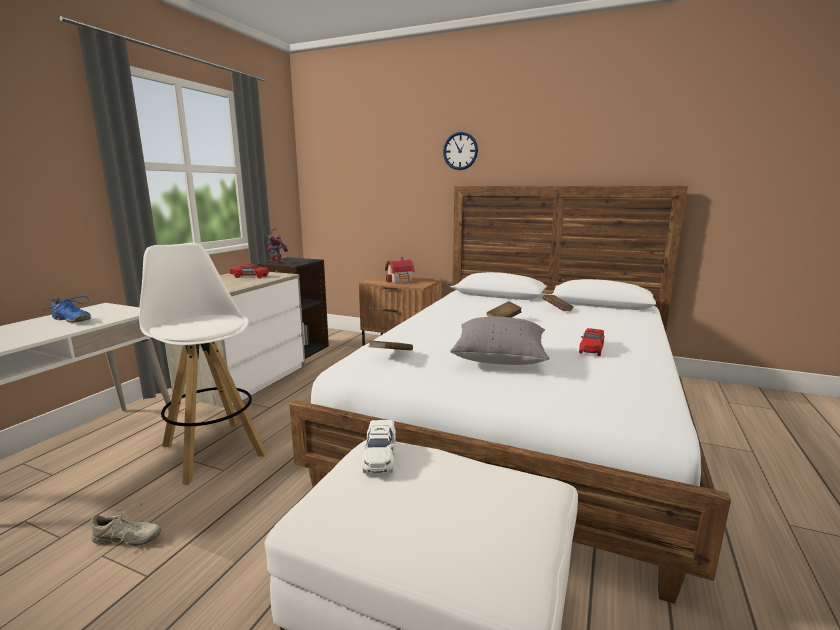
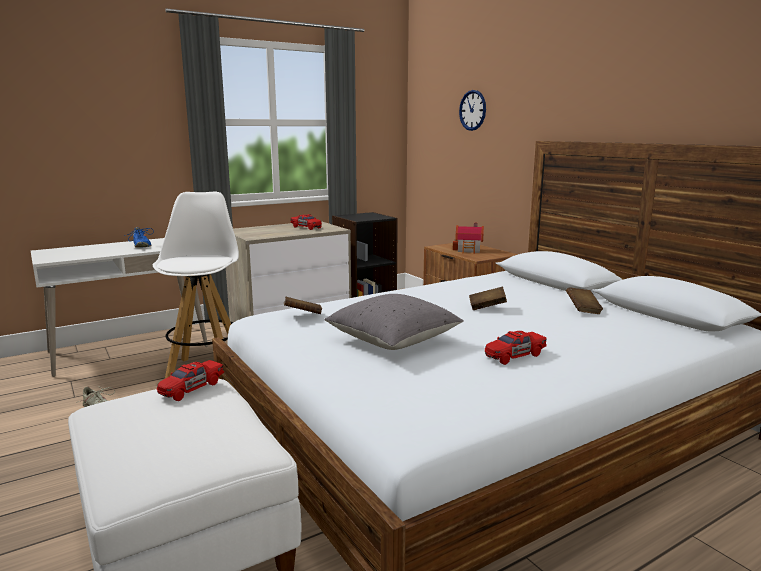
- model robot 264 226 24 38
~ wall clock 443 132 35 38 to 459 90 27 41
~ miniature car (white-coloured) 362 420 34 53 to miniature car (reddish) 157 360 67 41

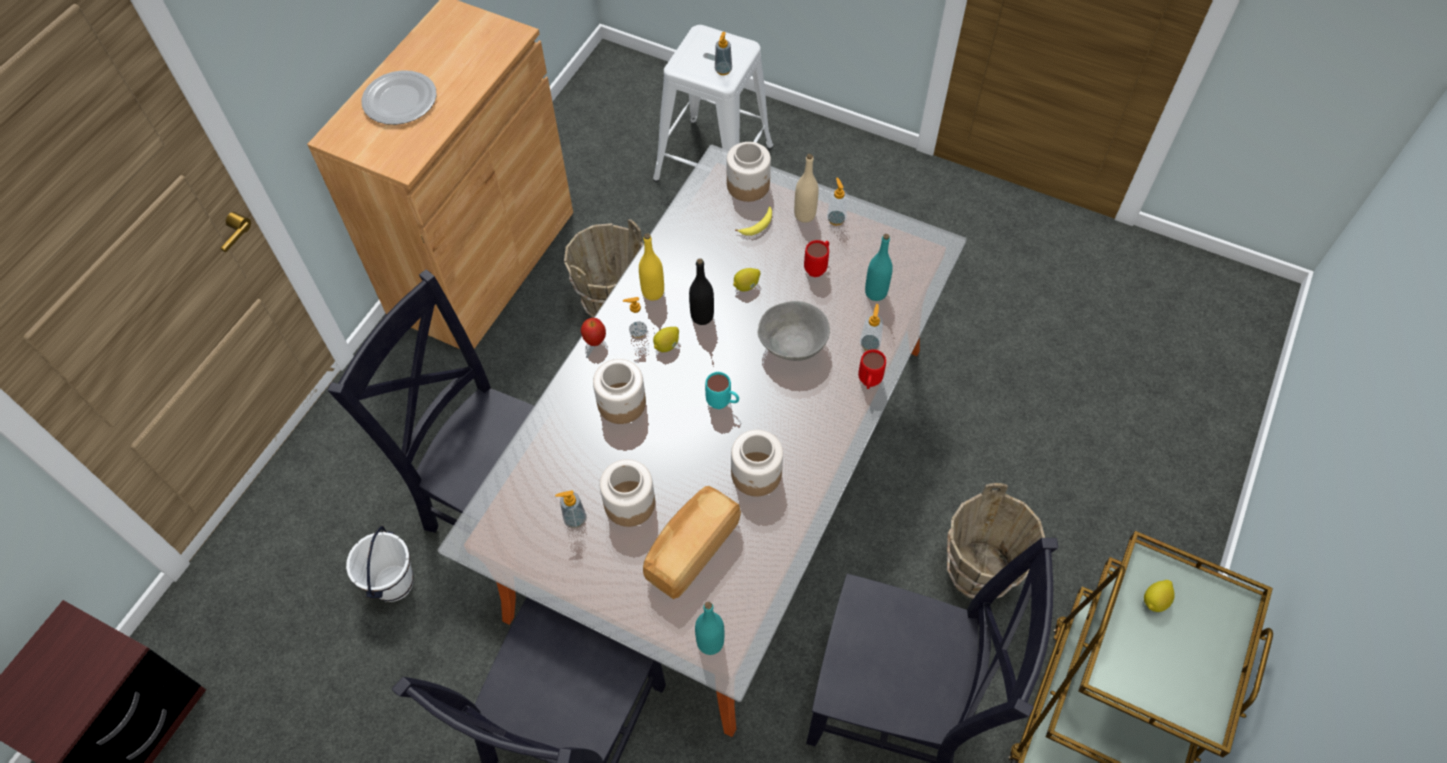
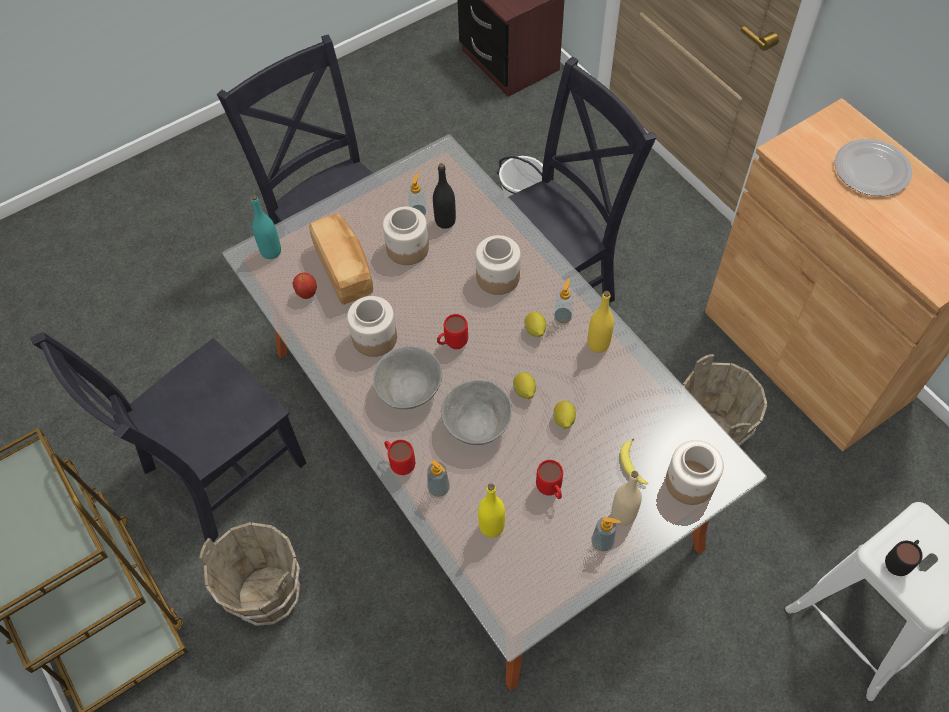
+ deep dish (greyish) 373 346 69 63
~ apple fruit 581 318 25 28 to 292 273 25 26
~ drink bottle (blackish) 689 258 25 67 to 433 163 23 66
~ whole lemon 1144 580 31 32 to 513 373 23 26
~ soap bottle 715 32 17 43 to coffee mug (blackish) 885 540 38 36
~ coffee mug (turquoise-coloured) 705 372 34 37 to coffee mug (reddish) 437 314 31 35
~ drink bottle (turquoise-coloured) 865 234 28 67 to drink bottle (yellow) 478 484 27 54

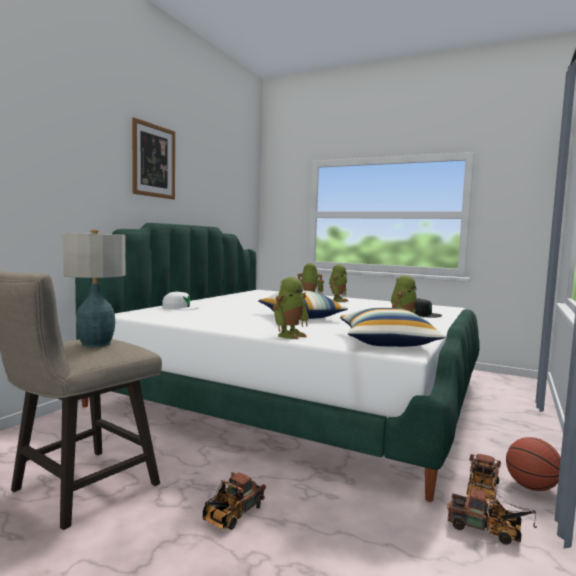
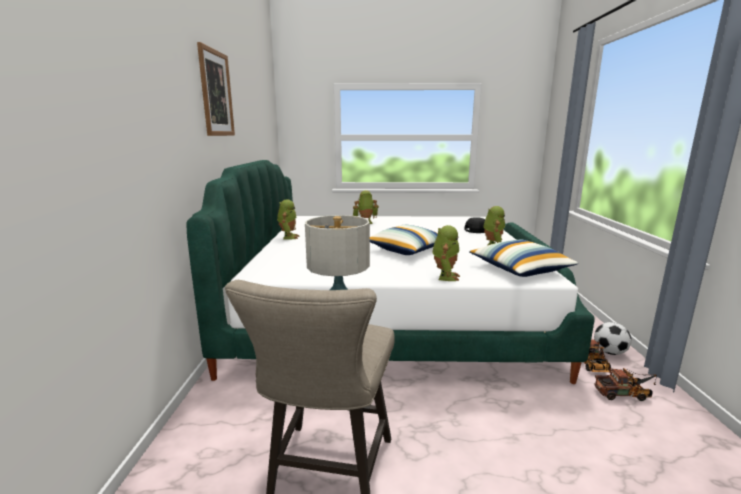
- cap (white-coloured) 162 291 38 19
- model truck 202 473 64 57
~ model robot 329 264 19 38 to 277 199 22 40
~ basketball ball 506 437 55 54 to football ball 594 322 38 33

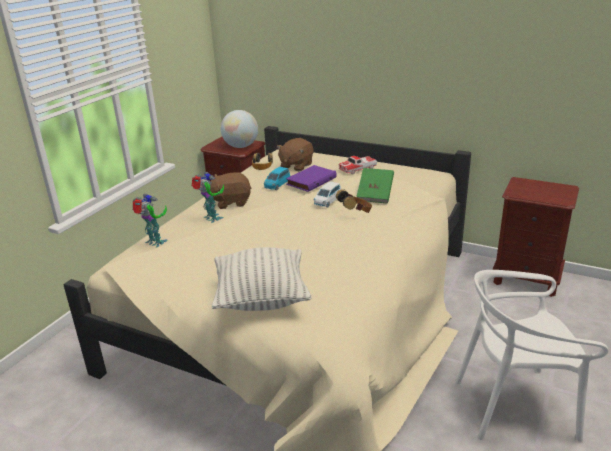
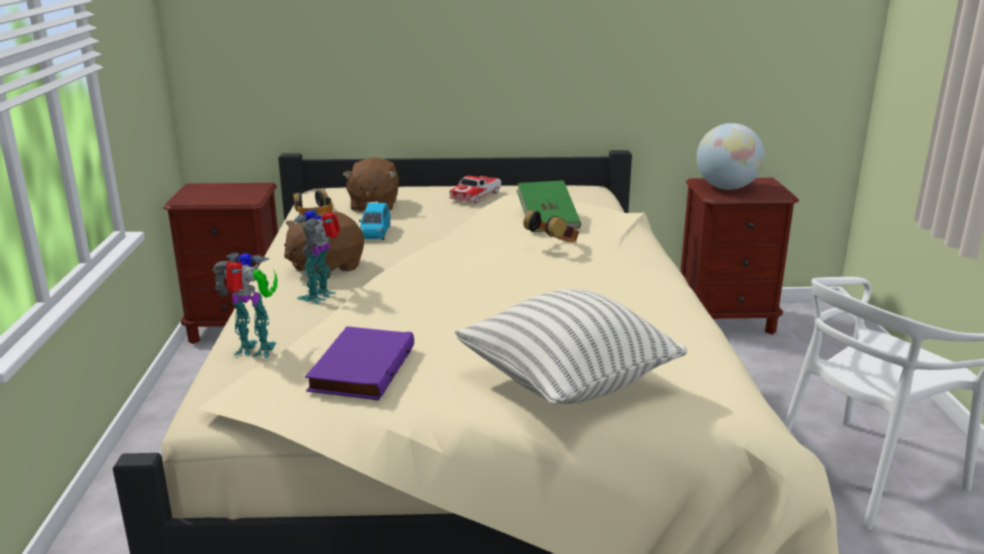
- miniature car (white-coloured) 314 181 27 27
~ desk globe 221 110 37 38 to 697 123 68 67
~ bound book (purplish) 286 165 51 27 to 305 326 109 75
~ model robot 192 172 32 51 = 293 208 48 97 90 degrees counterclockwise

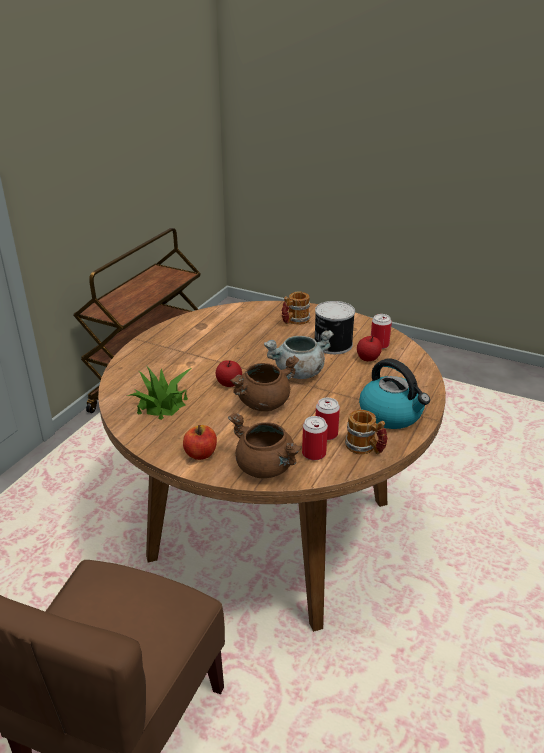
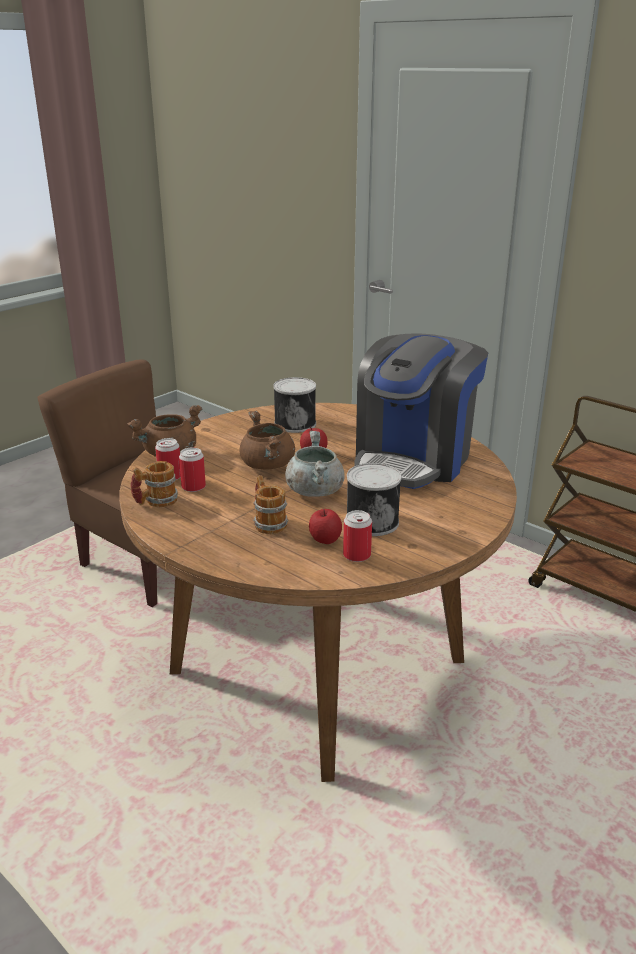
- apple fruit 183 425 34 35
- kettle 359 359 71 70
+ coffee machine 354 333 134 156
~ coffee mug 282 291 28 34 to 253 475 36 59
~ plant in a pot 127 367 64 53 to can 273 377 43 56

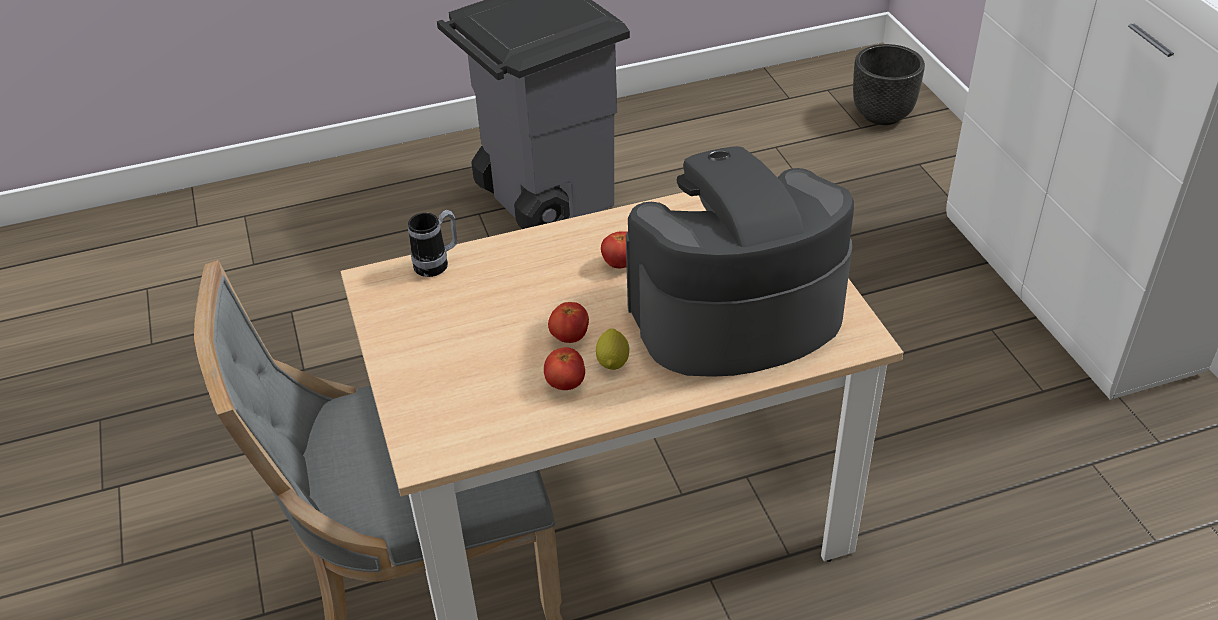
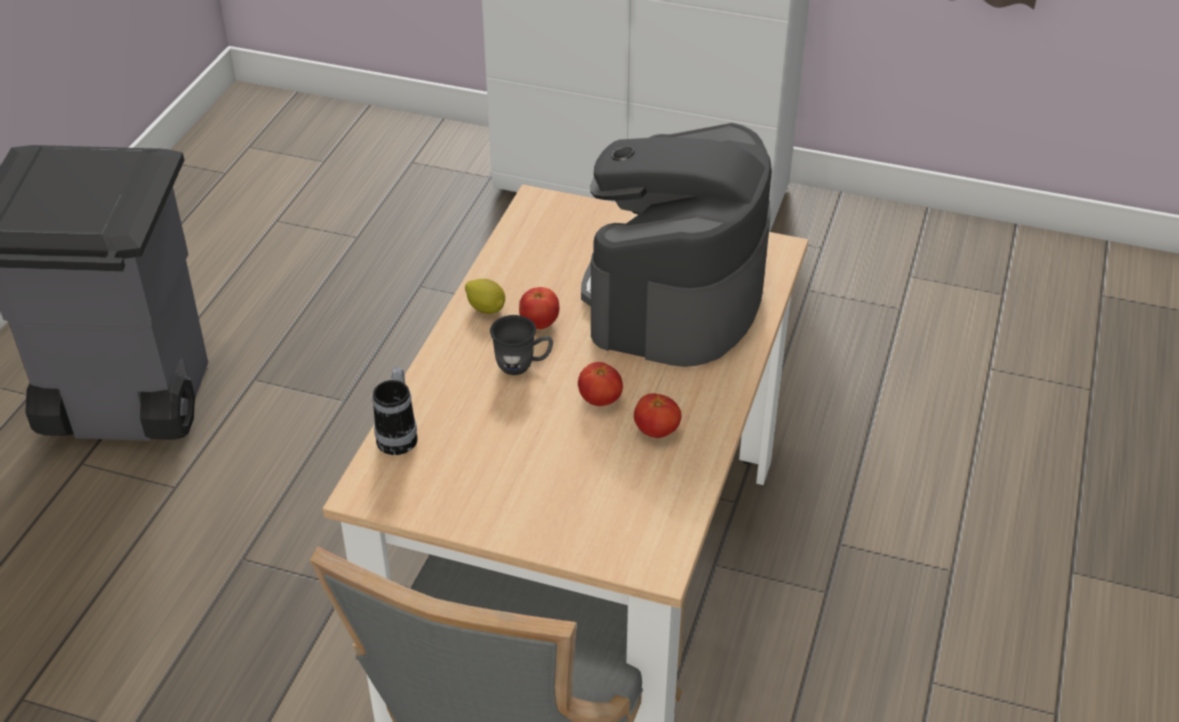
- flower pot (blackish) 853 44 72 81
+ coffee mug (greyish) 490 315 63 60
~ whole lemon 596 328 34 42 to 465 279 40 35

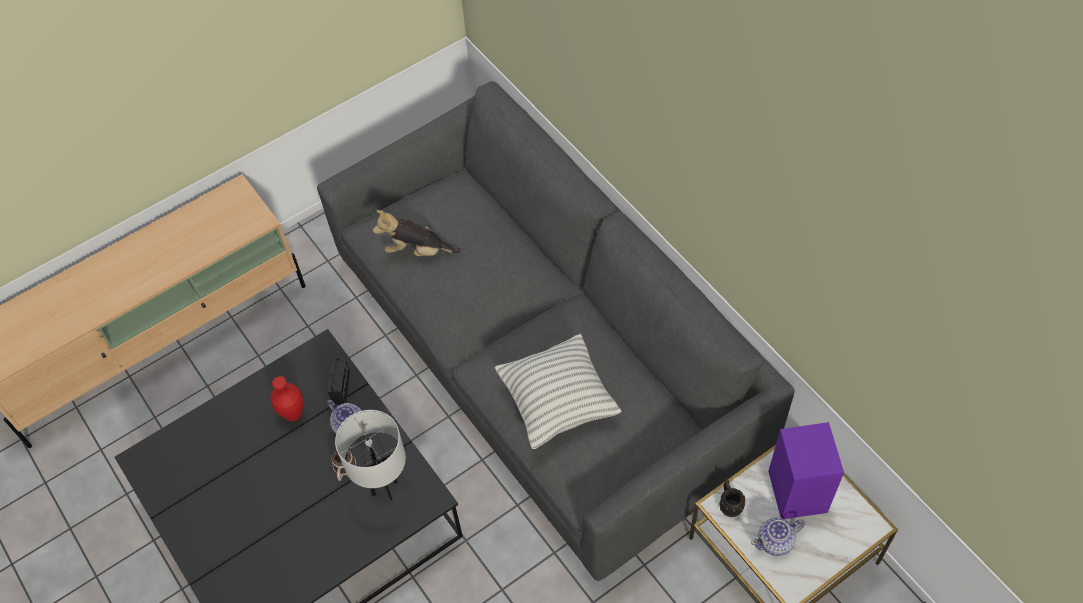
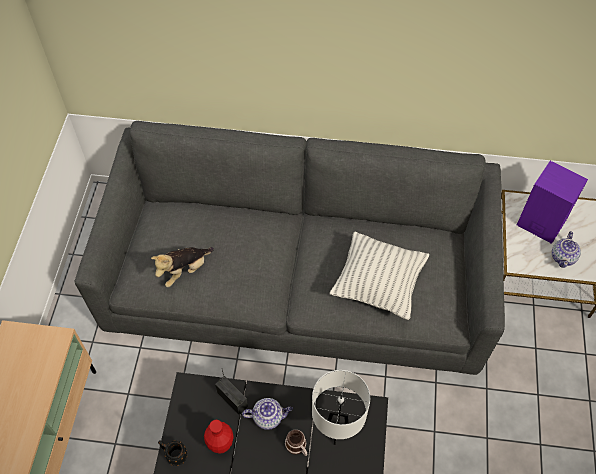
~ coffee mug (blackish) 719 478 27 40 to 158 440 29 26

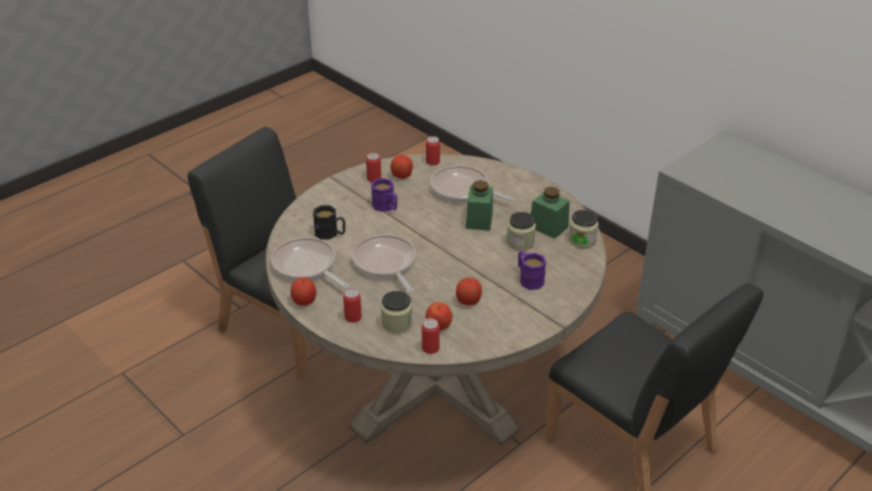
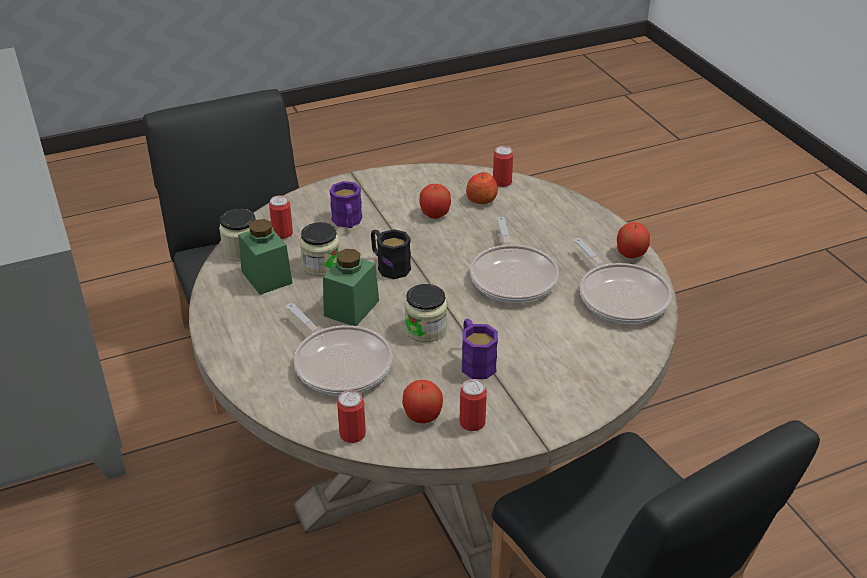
~ coffee mug (blackish) 313 205 32 35 to 371 229 40 50
~ can 343 288 19 35 to 269 195 24 44
~ preserve jar 381 291 31 43 to 405 284 42 58

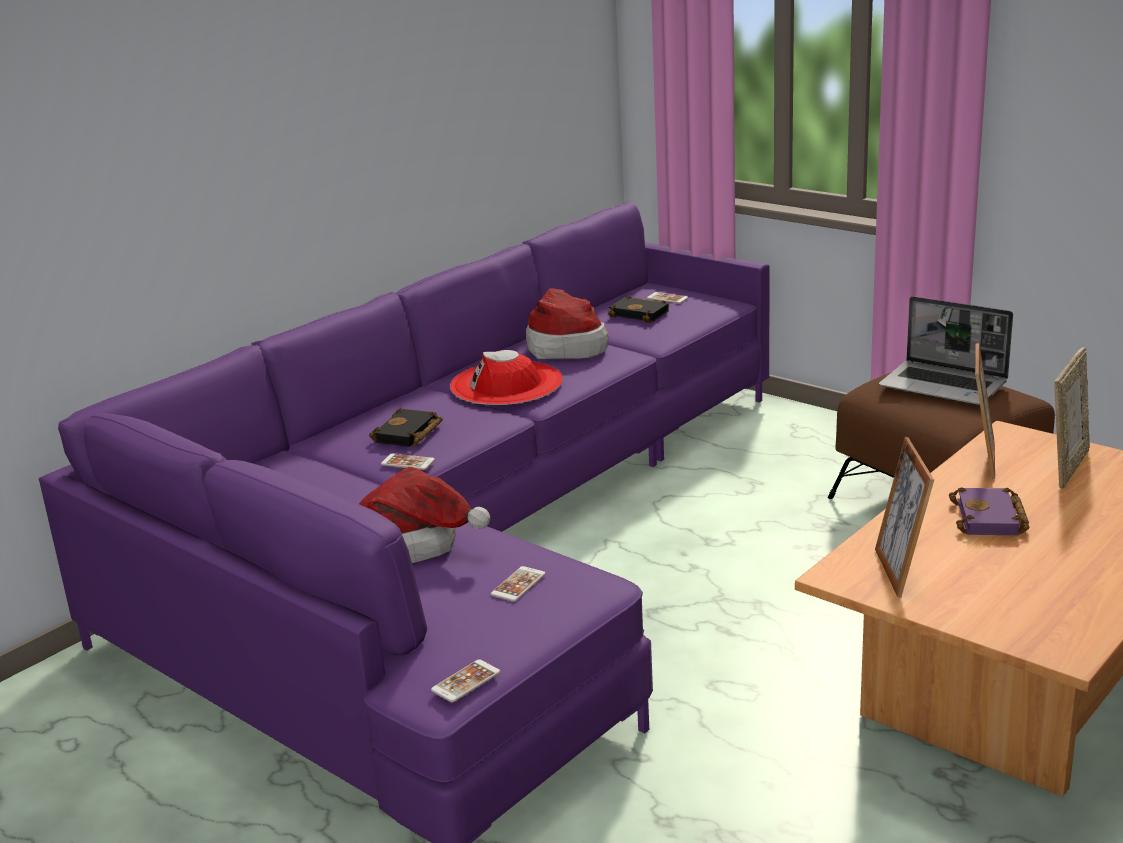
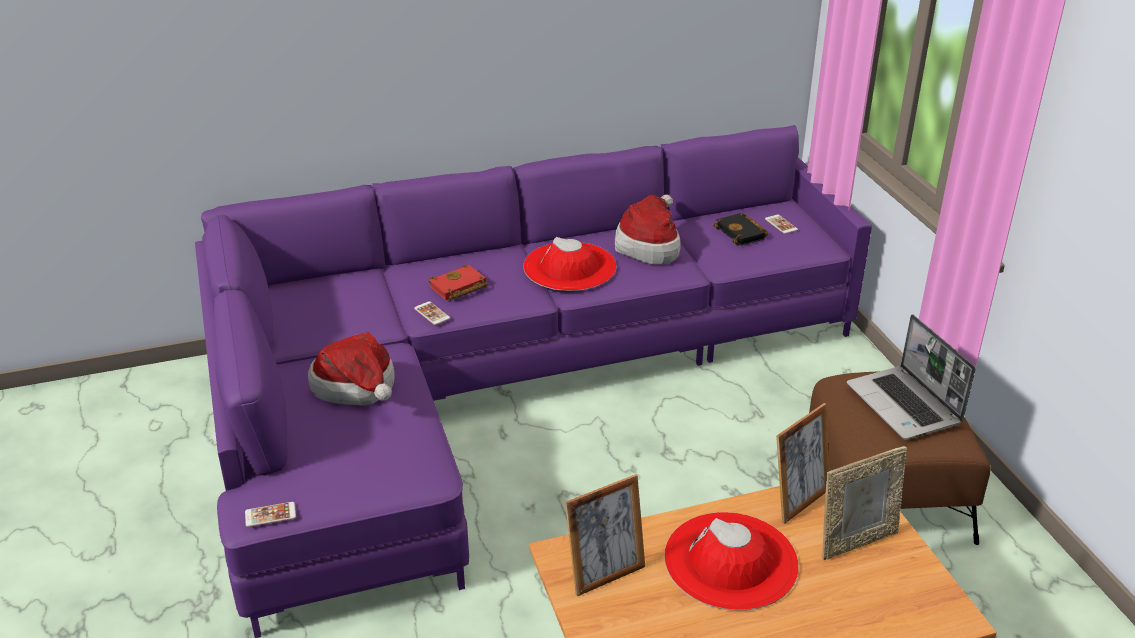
- telephone 491 566 55 36
~ bound book (purplish) 949 487 80 48 to wearable hat (reddish) 664 512 135 99
~ bound book (blackish) 369 408 74 39 to bound book (reddish) 428 264 60 37
~ picture frame 875 437 59 161 = 565 474 80 122 150 degrees counterclockwise

